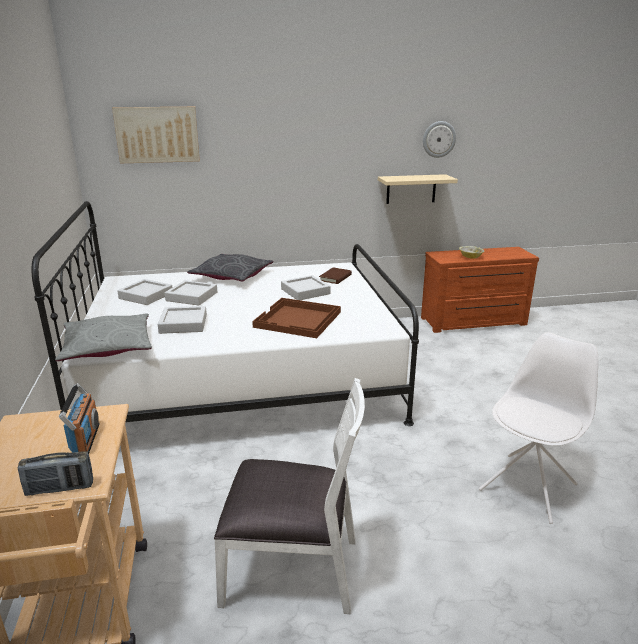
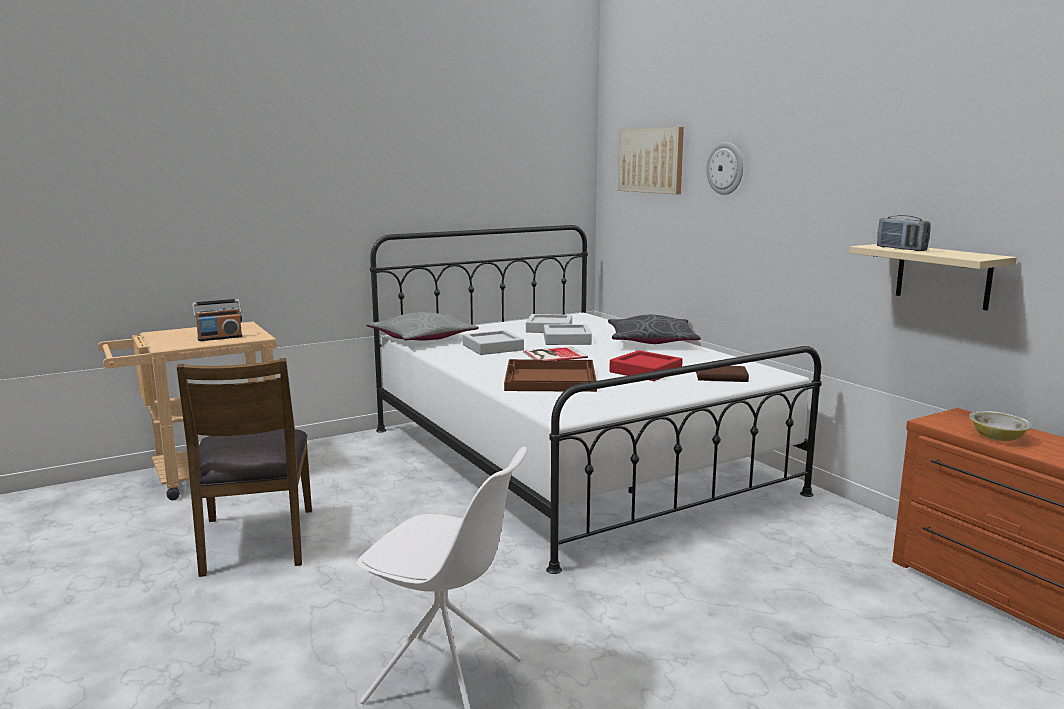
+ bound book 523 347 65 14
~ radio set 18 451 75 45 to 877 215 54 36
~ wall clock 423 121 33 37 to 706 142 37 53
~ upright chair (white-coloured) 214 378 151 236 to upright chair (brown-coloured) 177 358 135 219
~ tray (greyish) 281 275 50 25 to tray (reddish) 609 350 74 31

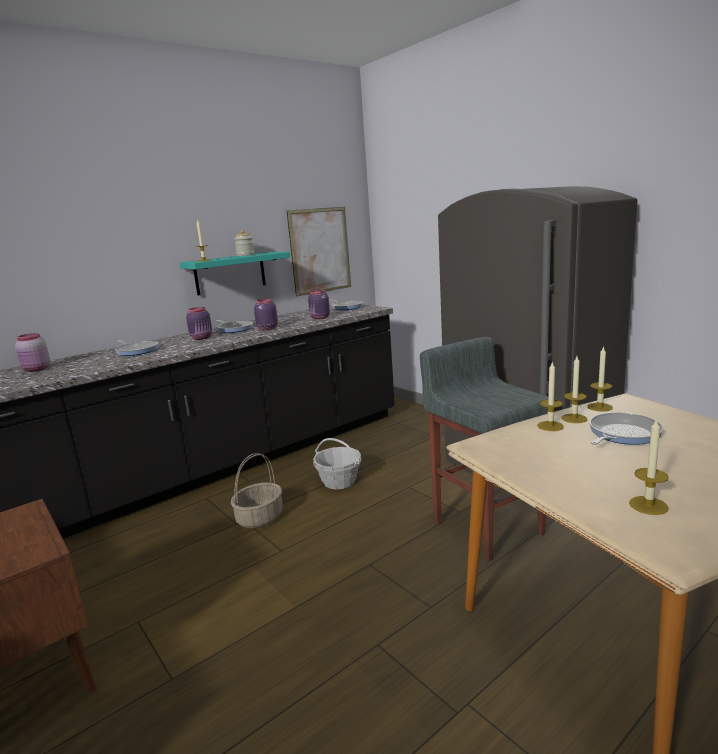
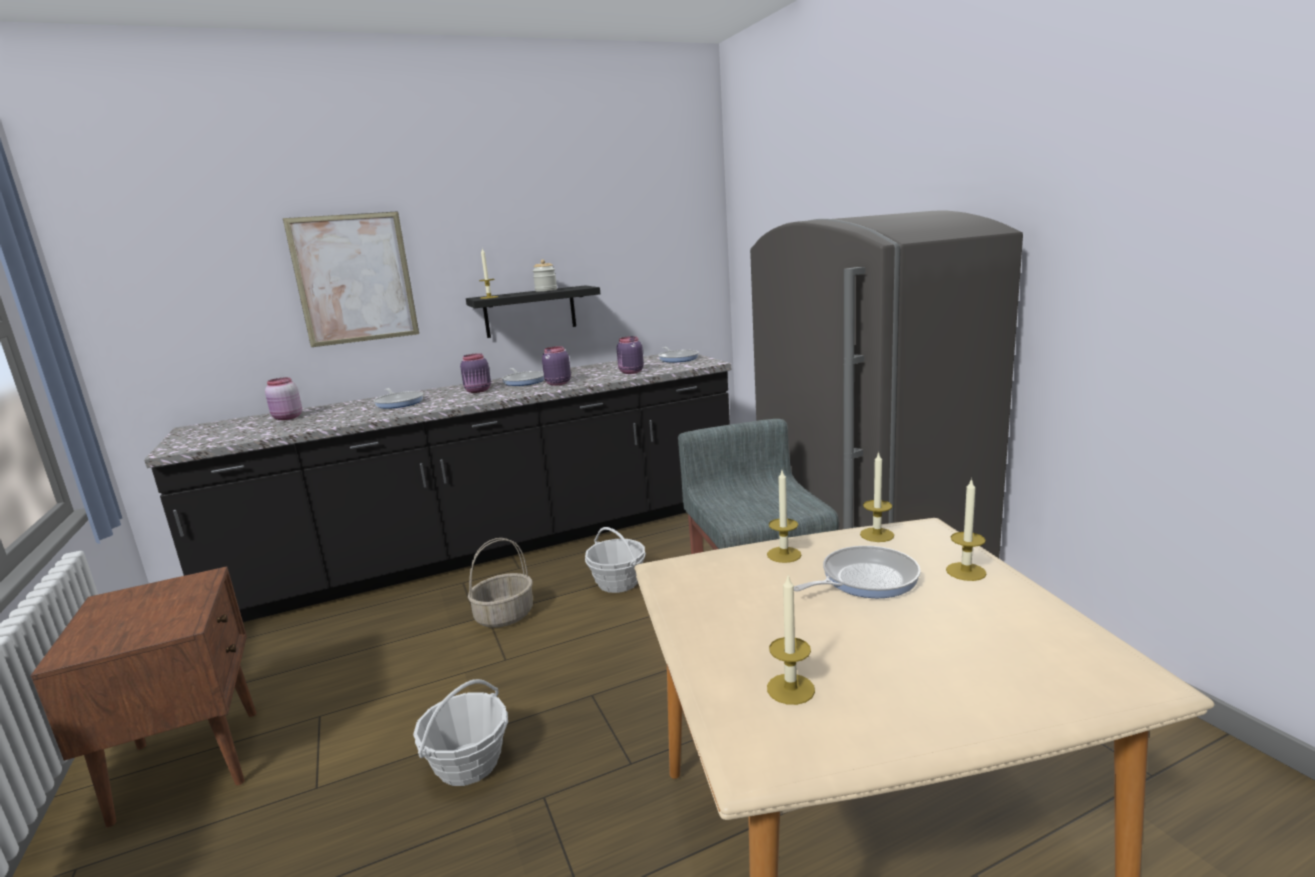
+ household basket 413 679 95 107
~ picture 287 207 64 90 to 283 211 136 136
~ candle 561 356 26 67 to 946 478 41 103
~ shelf (turquoise-coloured) 180 252 110 44 to shelf (blackish) 466 285 134 53

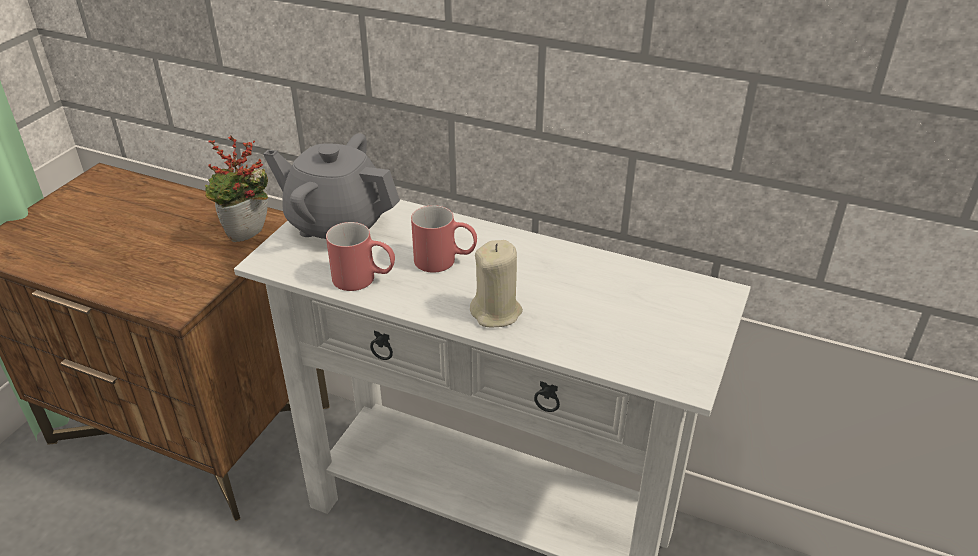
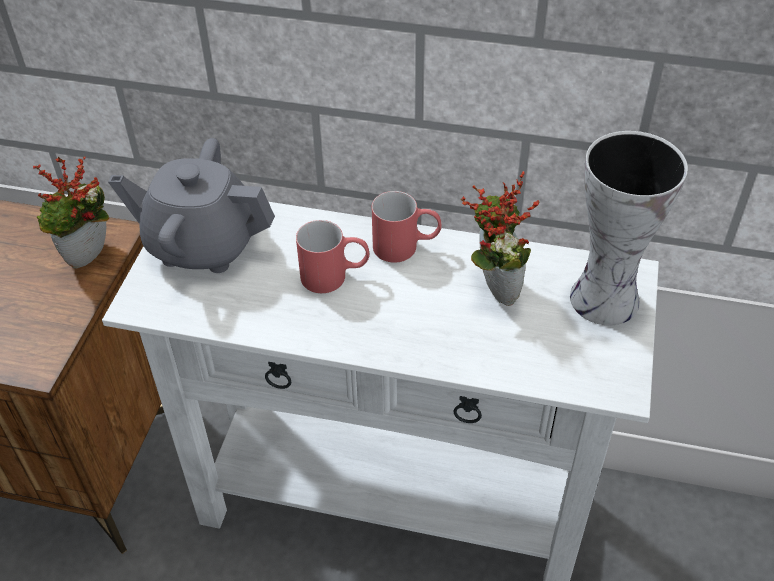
- candle (beige-coloured) 470 240 53 87
+ plant in a pot 461 171 79 135
+ decorative vase 570 131 118 194
~ coffee mug (reddish) 326 222 69 69 to 372 191 69 72

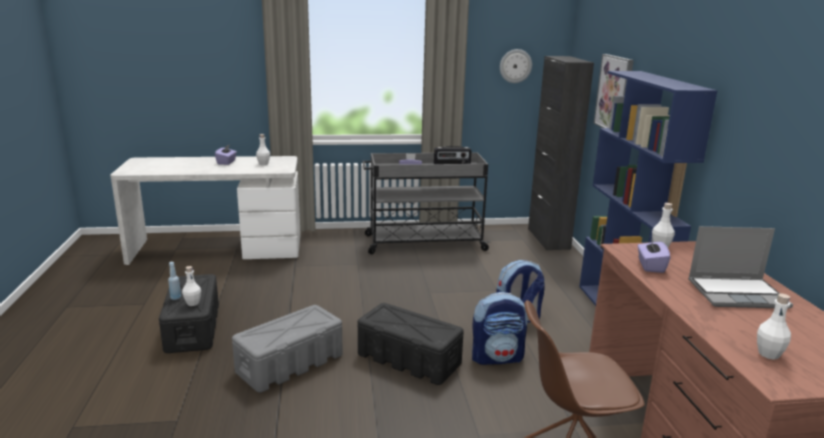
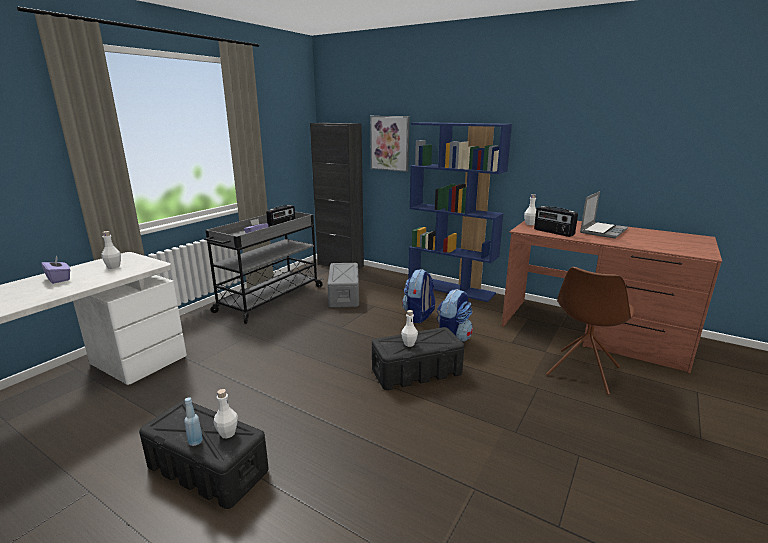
- wall clock 500 49 32 34
~ storage container (greyish) 232 305 111 88 to 327 263 32 45
~ drink bottle (white-coloured) 757 293 34 67 to 401 310 17 37
~ tissue holder (purplish) 638 236 32 37 to radio set 534 206 44 31

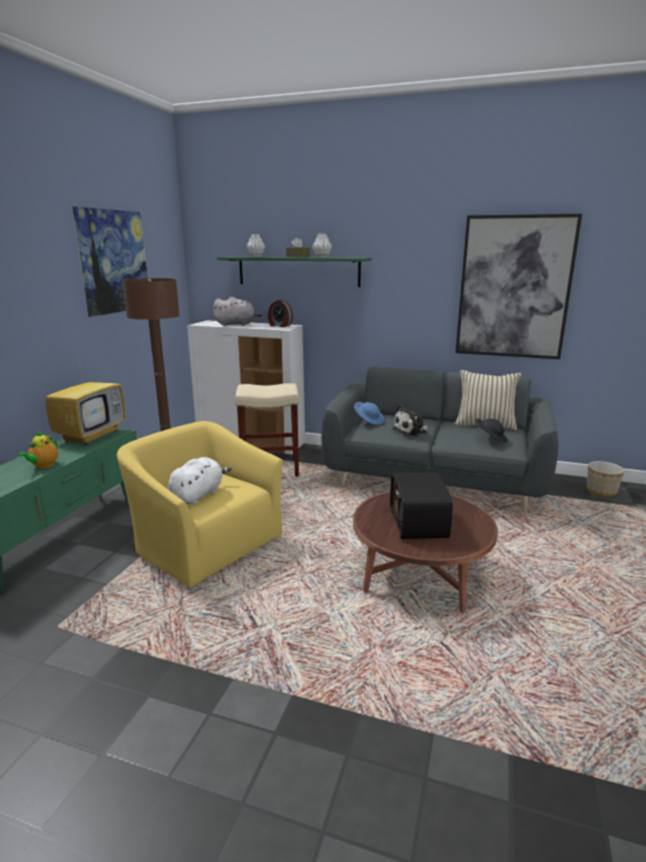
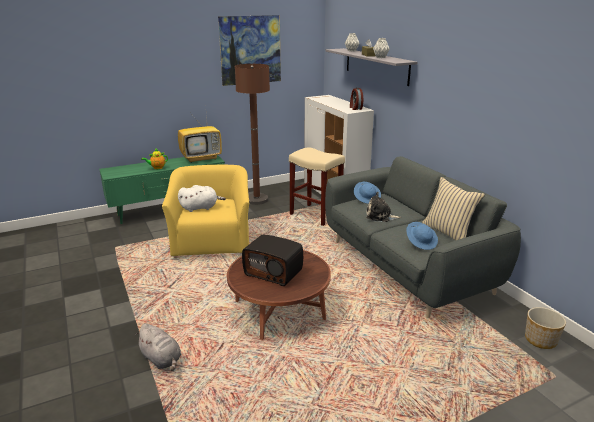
- picture 455 214 127 145
~ soft toy (greyish) 213 297 50 29 to 135 323 46 48
~ shelf (green) 217 257 154 30 to shelf (greyish) 325 48 92 38
~ wearable hat (blackish) 476 419 32 23 to wearable hat (blue) 406 222 32 28
~ radio set 390 473 63 66 = 242 235 61 51 105 degrees counterclockwise

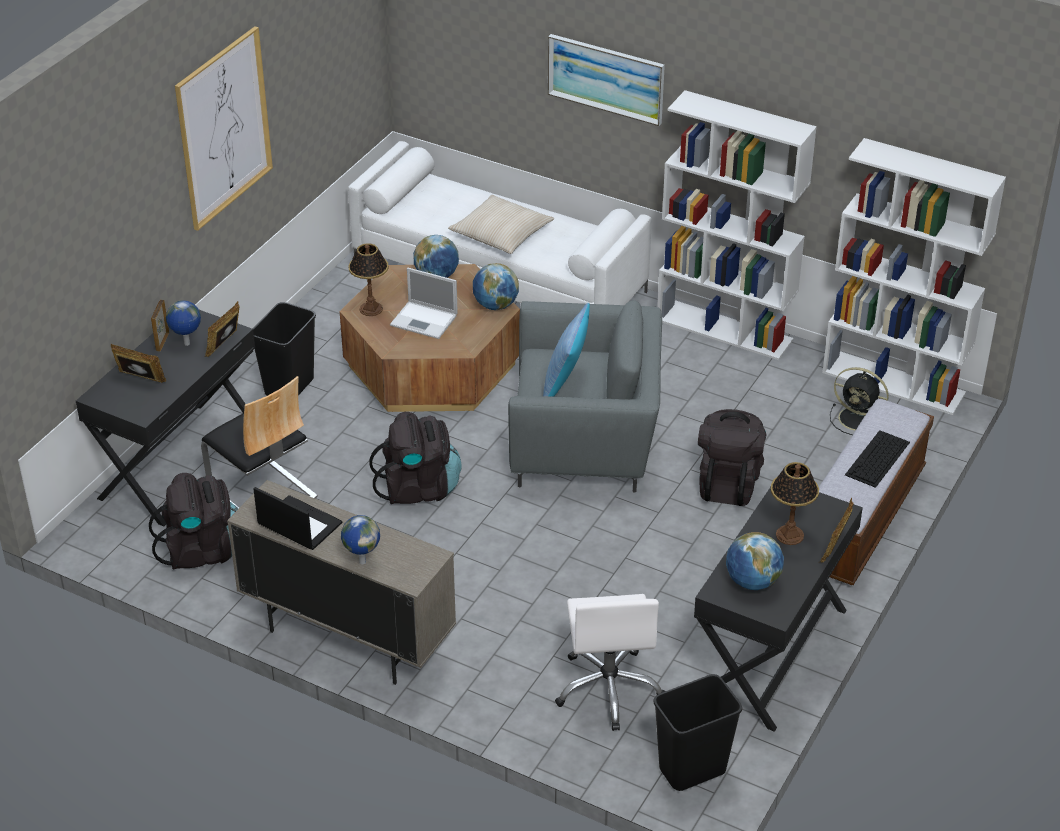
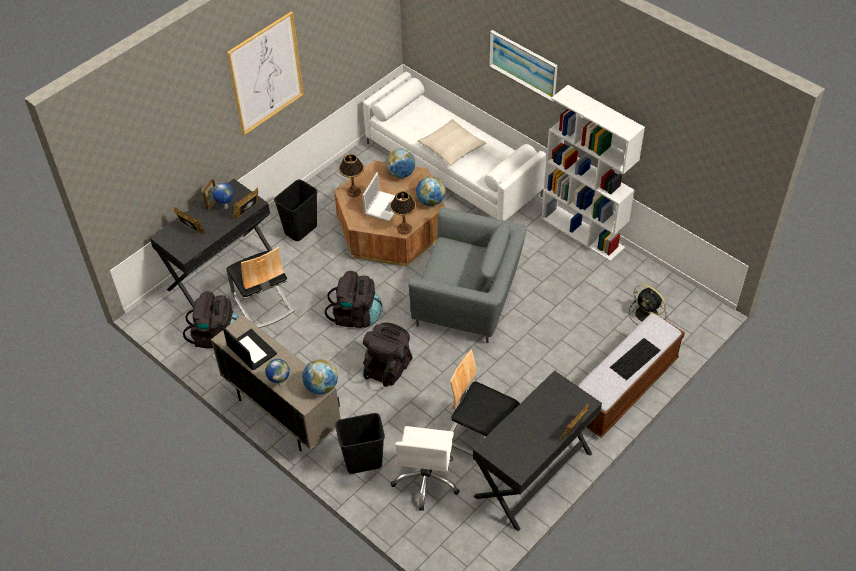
- cushion 543 303 47 94
- bookcase (white-coloured) 822 138 184 277
+ upright chair 450 350 70 106
~ trash can (blackish) 653 674 89 117 to 335 413 50 61
~ backpack (blackish) 698 409 69 97 to 363 322 49 65
~ desk globe 726 532 58 58 to 302 359 36 36
~ tabletop lamp 771 462 48 83 to 390 191 26 44
~ portable computer 390 268 68 71 = 363 172 39 50 105 degrees counterclockwise

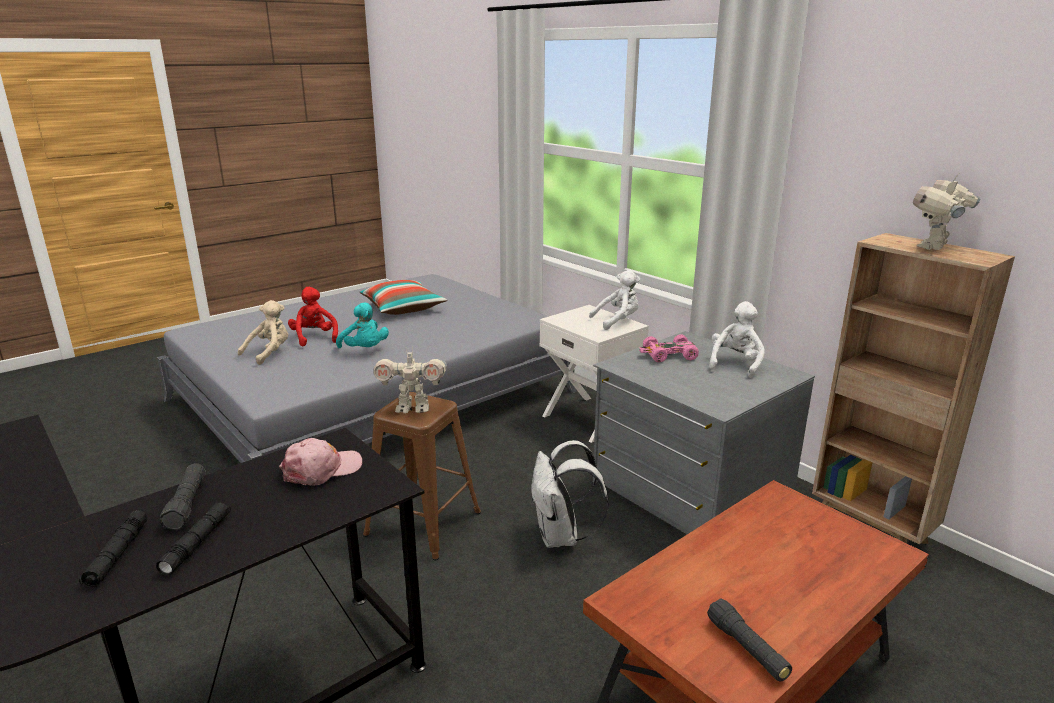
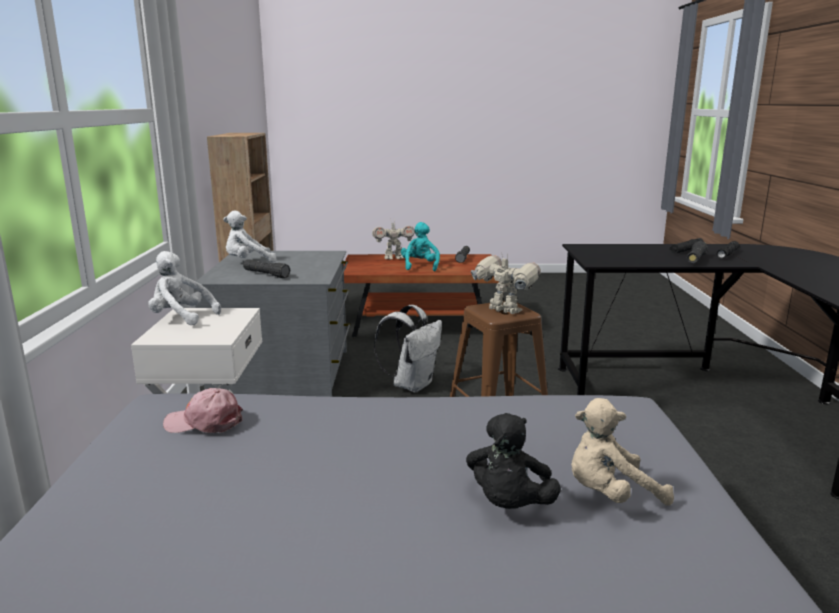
- cushion 360 280 87 35
~ cap (pink) 279 438 83 48 to 163 388 80 45
~ soft toy (turquoise-coloured) 336 302 53 46 to 401 222 39 49
~ model robot 913 174 67 76 to 372 220 43 39
~ miniature car (pink) 639 335 60 27 to torch (blackish) 243 259 47 19
~ soft toy (reddish) 288 287 50 59 to soft toy (blackish) 466 413 95 96

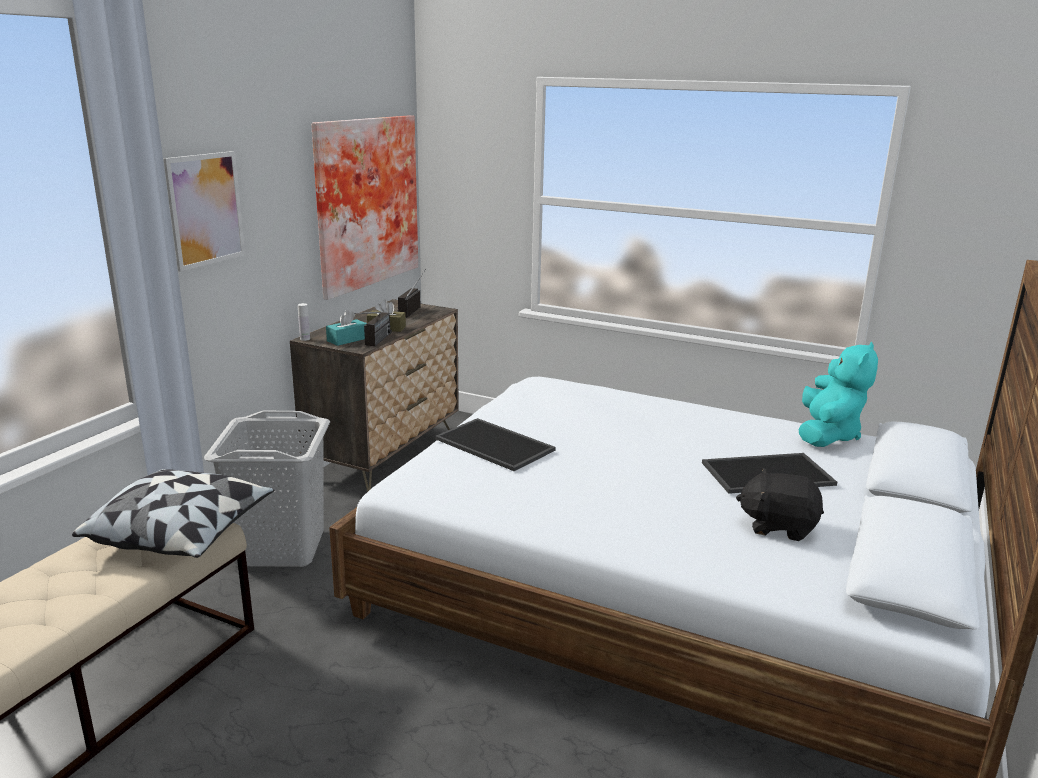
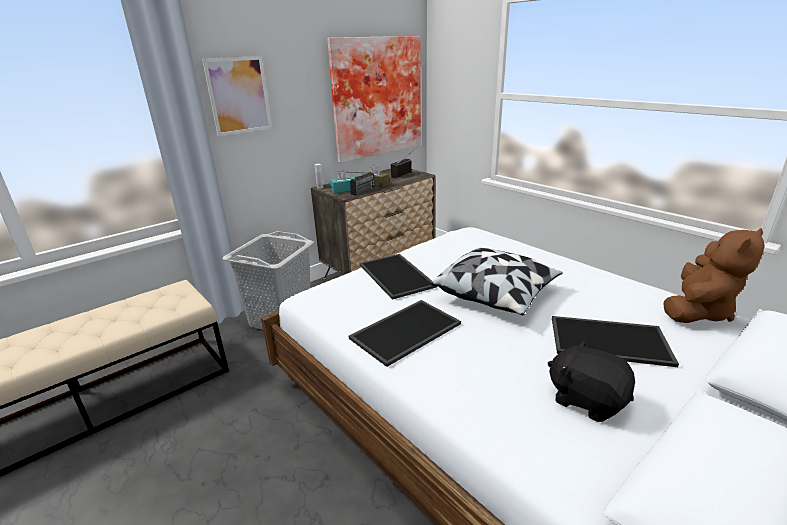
+ tray 349 300 112 67
~ cushion 72 469 203 89 to 431 248 132 67
~ soft toy (turquoise-coloured) 798 342 80 105 to soft toy (brown-coloured) 663 228 102 95

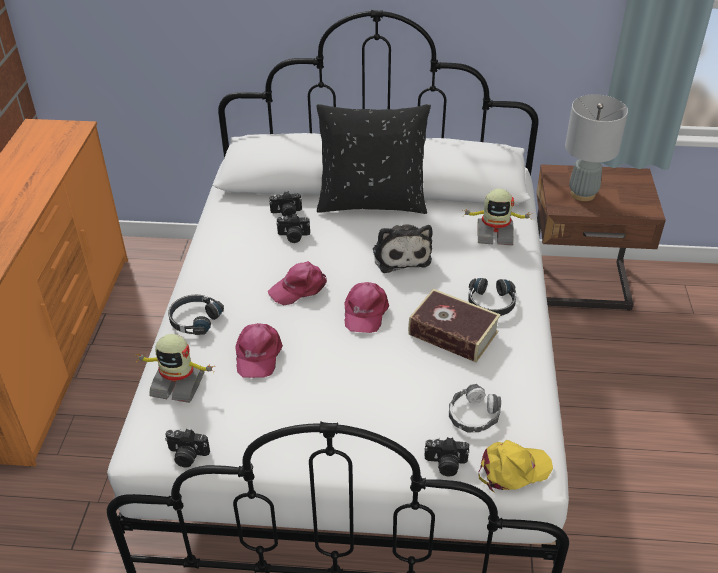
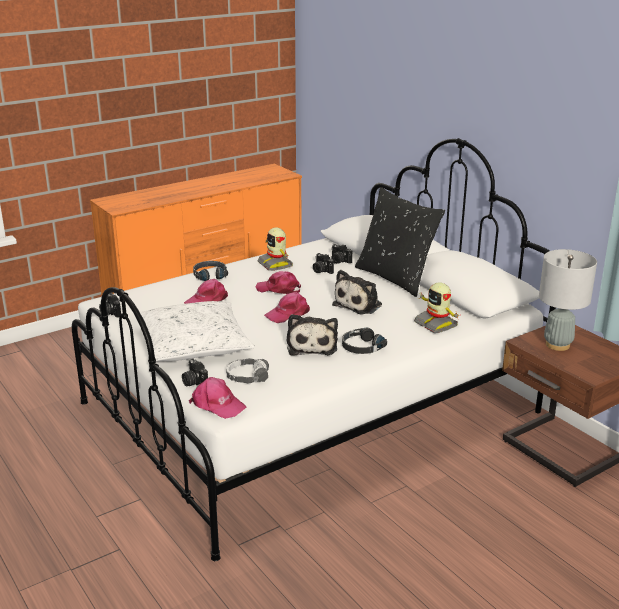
+ cushion (white-coloured) 140 301 115 60
~ model robot 136 334 78 69 to 257 227 36 44
~ bound book 408 289 93 74 to soft toy 287 314 51 41
~ cap (yellow) 478 440 75 53 to cap (pink) 189 377 57 42

